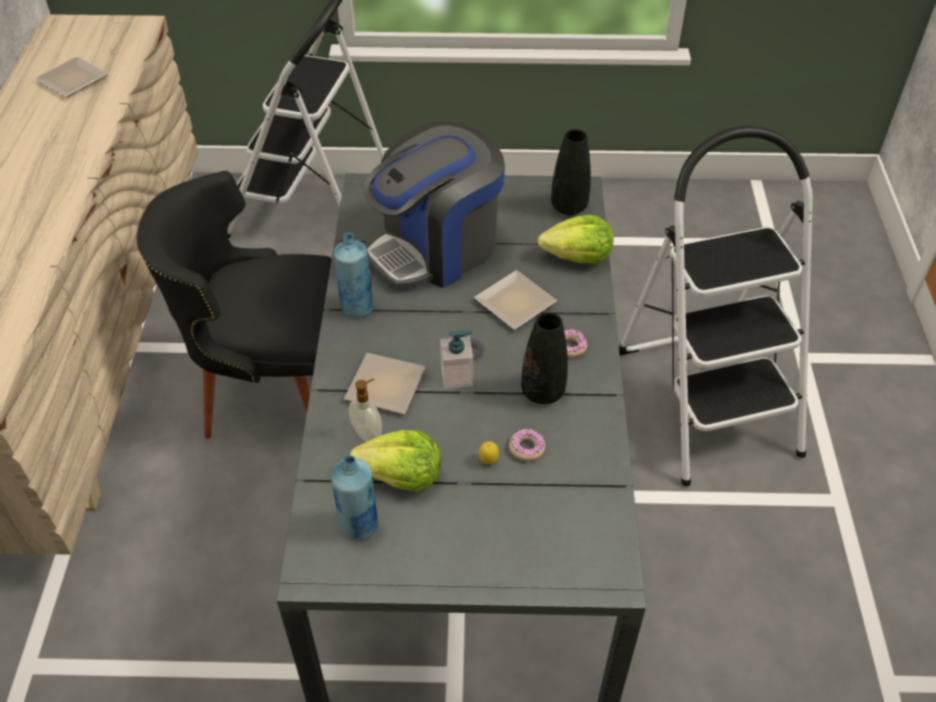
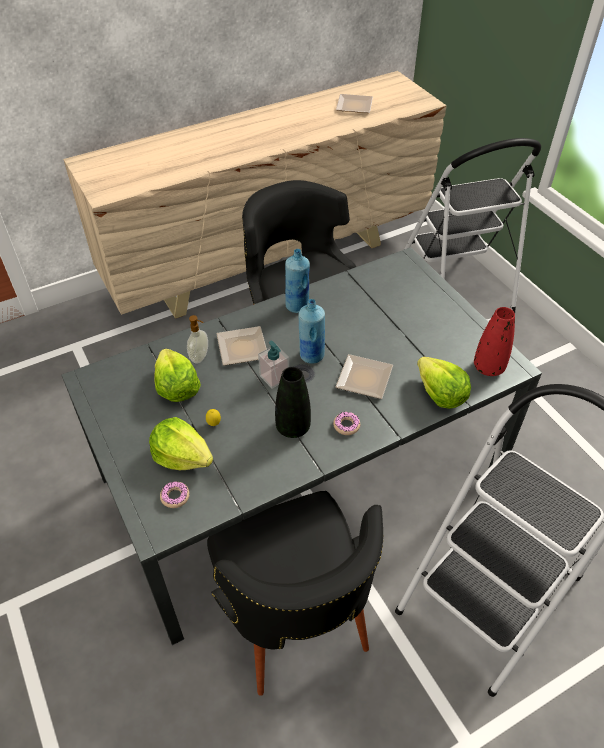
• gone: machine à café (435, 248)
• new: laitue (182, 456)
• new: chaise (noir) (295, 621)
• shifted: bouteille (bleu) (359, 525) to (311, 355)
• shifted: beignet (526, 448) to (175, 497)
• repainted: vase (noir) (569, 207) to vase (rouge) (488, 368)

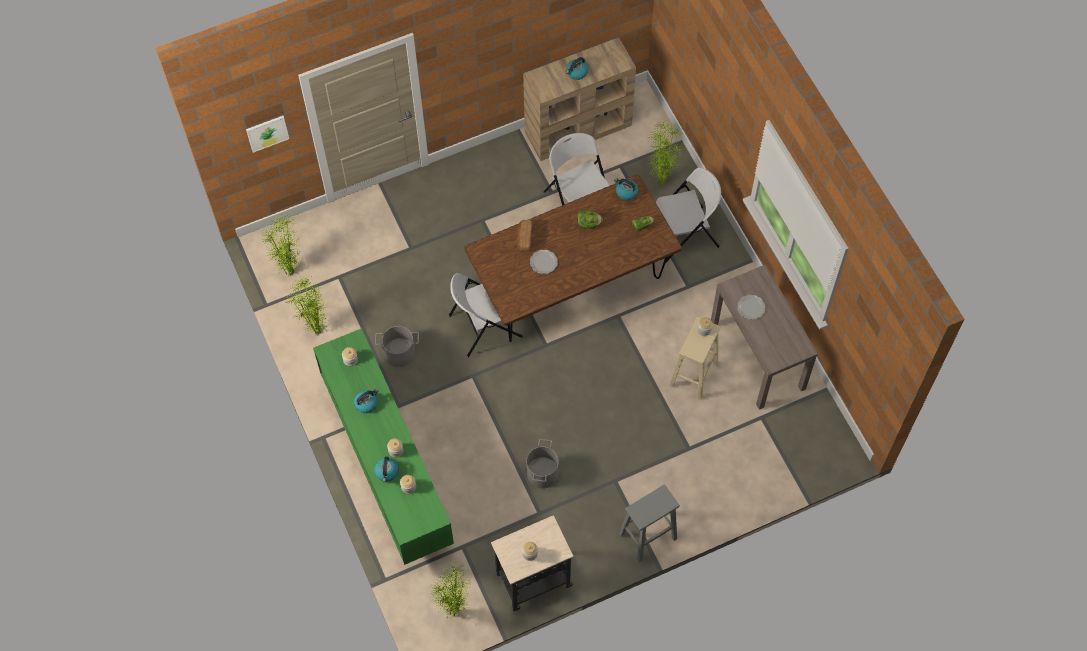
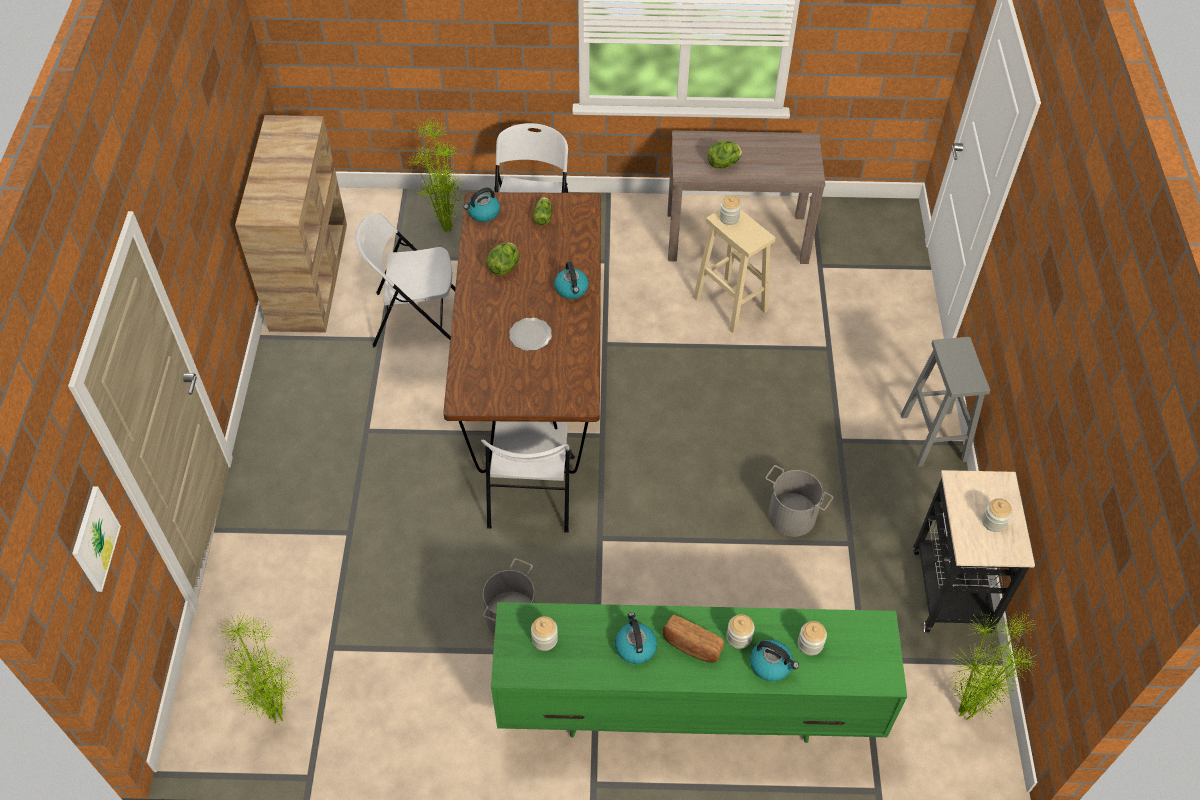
• gone: plante en pot (316, 332)
• shifted: pain (524, 239) to (691, 645)
• shifted: bouilloire (576, 72) to (572, 289)
• swapped: assiette (751, 307) to laitue (724, 164)

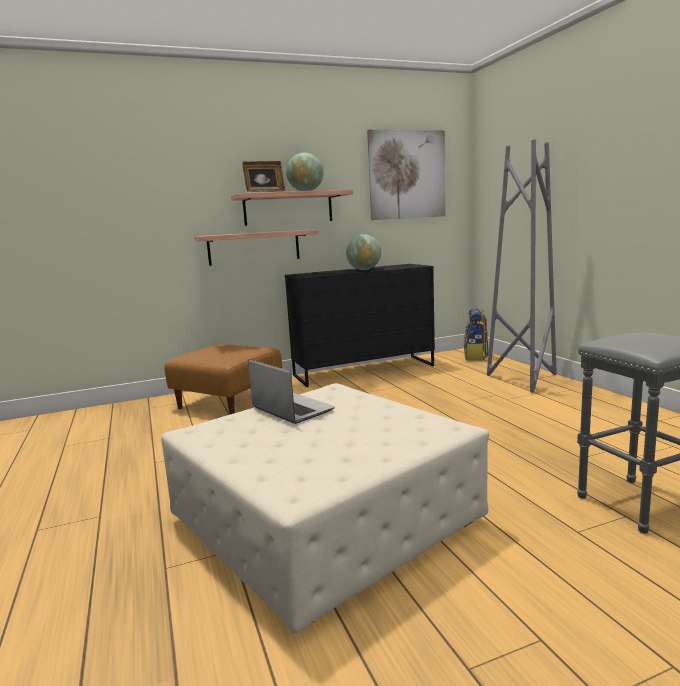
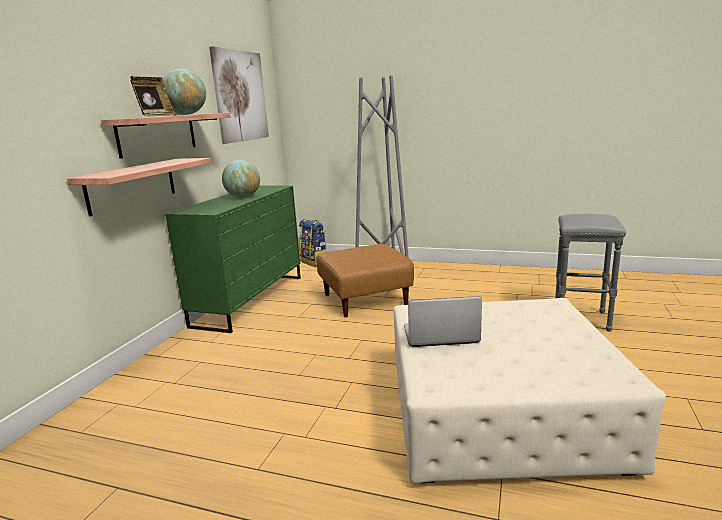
• shifted: pouf (marron) (229, 402) to (365, 299)
• repainted: commode (noir) (363, 370) to commode (vert) (249, 300)

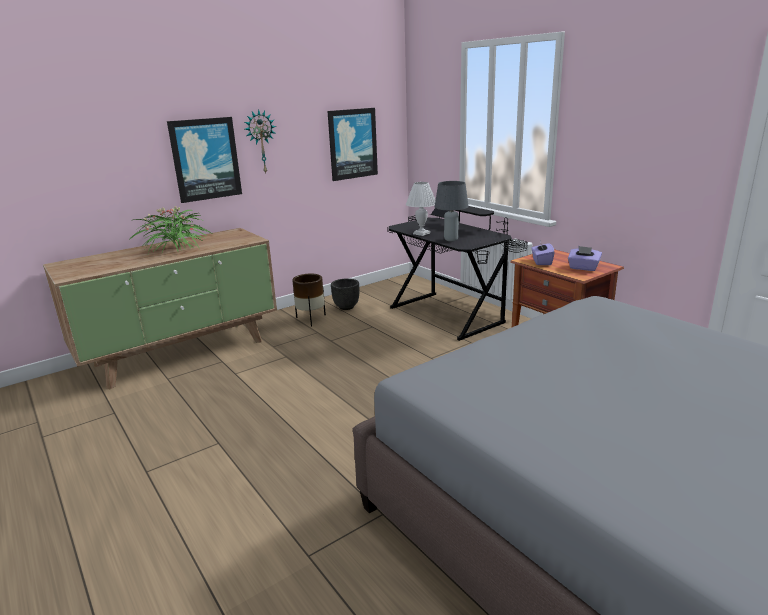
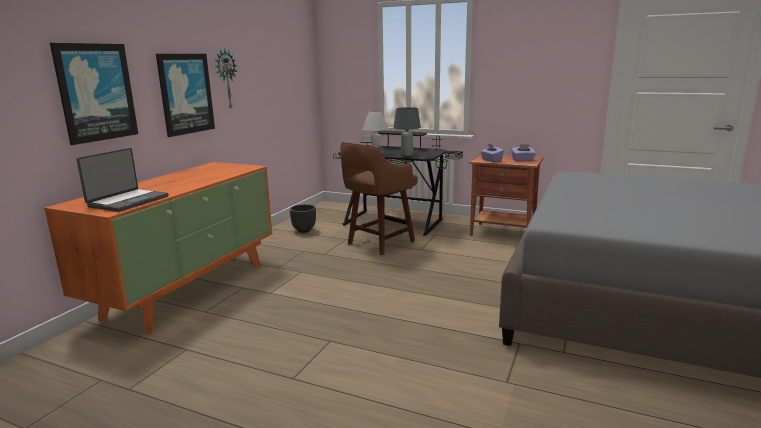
• gone: plante en pot (176, 248)
• gone: cache-pot (marron) (311, 319)
• new: ordinateur portable (127, 201)
• new: tabouret (marron) (379, 243)
• shifted: tableau (352, 144) to (96, 92)
• repainted: commode (vert) (180, 352) to commode (orange) (187, 290)

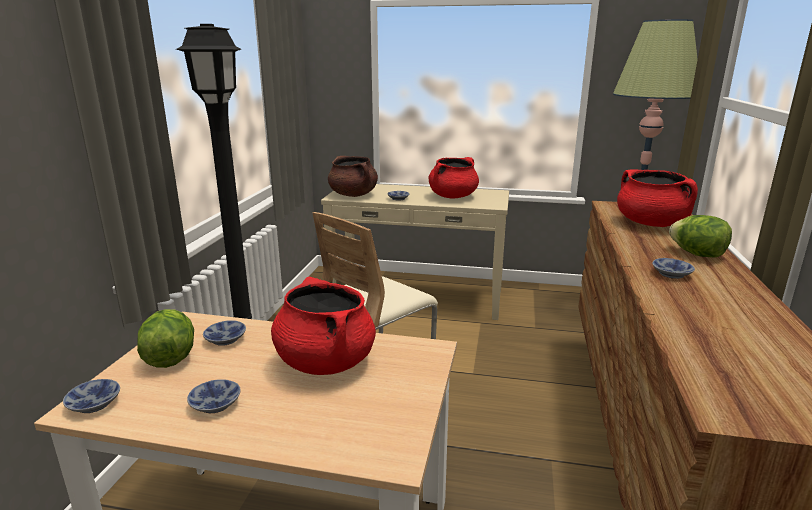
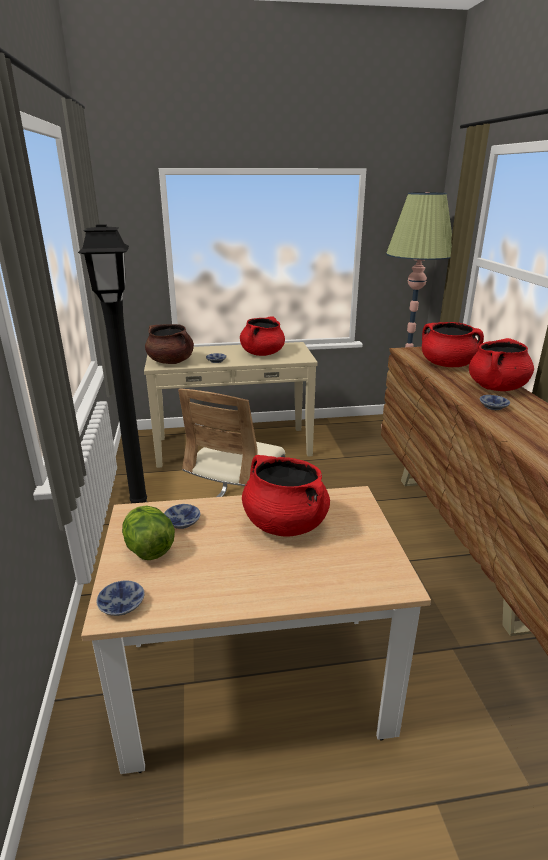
• gone: bol (213, 404)
• swapped: laitue (697, 254) to marmite (rouge) (496, 387)

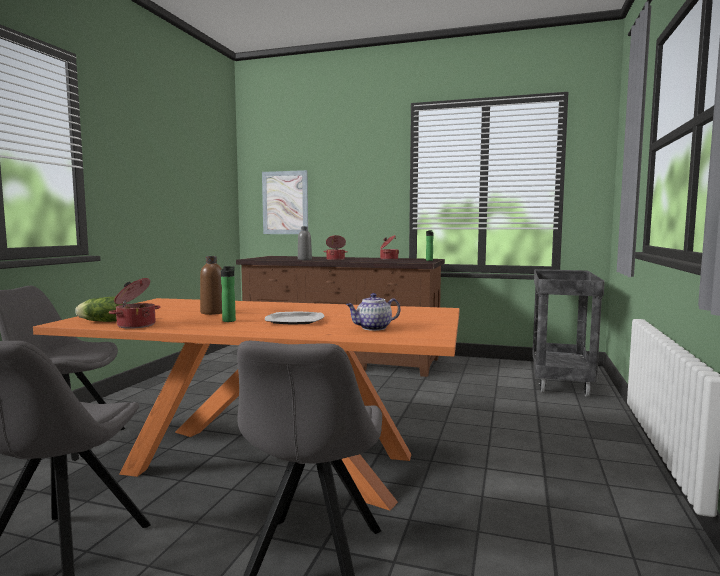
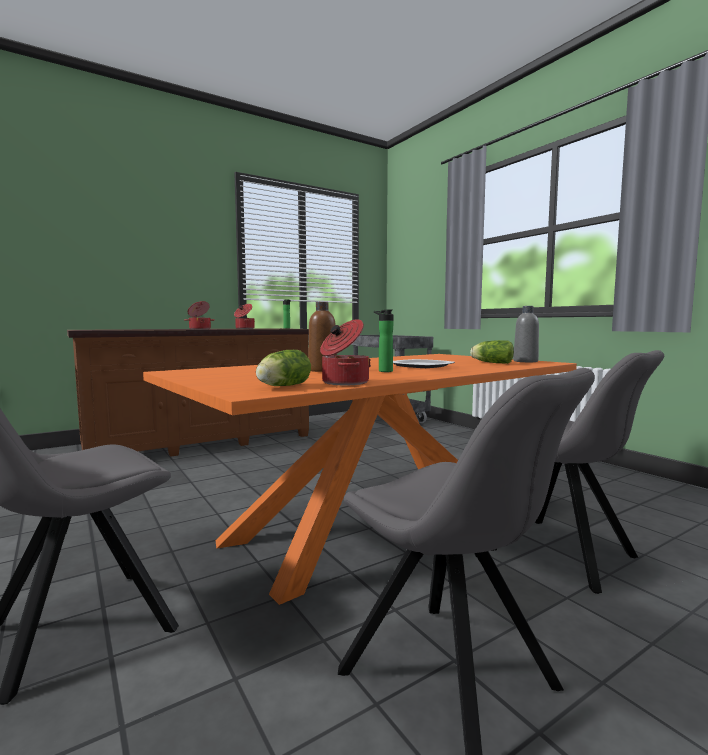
• gone: tableau (285, 202)
• shifted: bouteille (gris) (304, 259) to (525, 361)
• swapped: théière (373, 328) to laitue (491, 363)

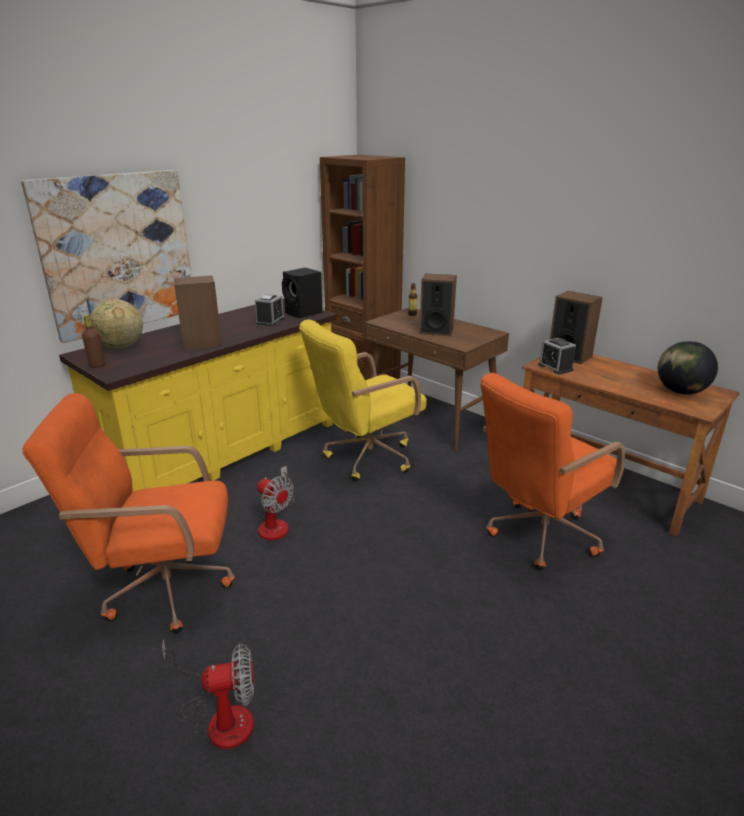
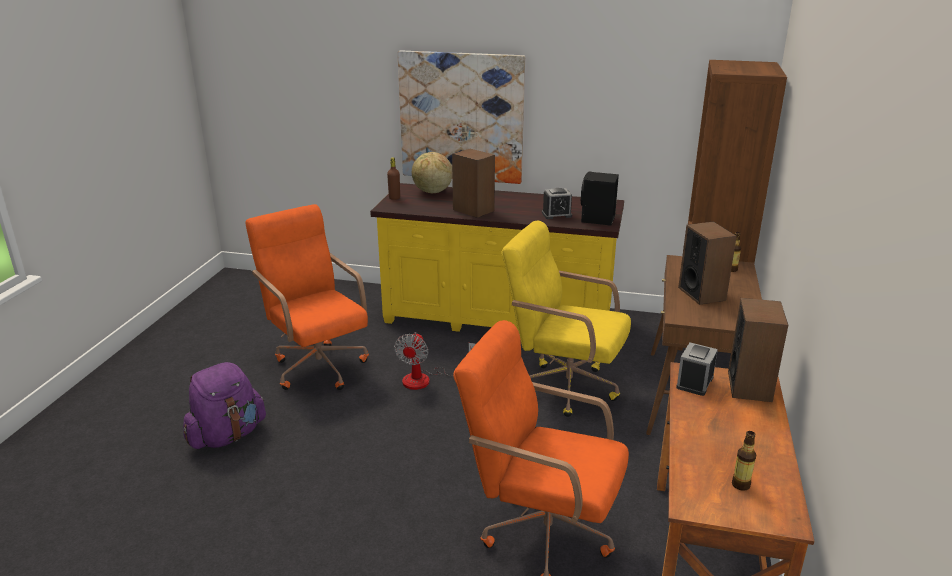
• swapped: ventilateur (220, 717) to sac à dos (violet) (227, 435)
• swapped: globe (681, 392) to bouteille (740, 485)

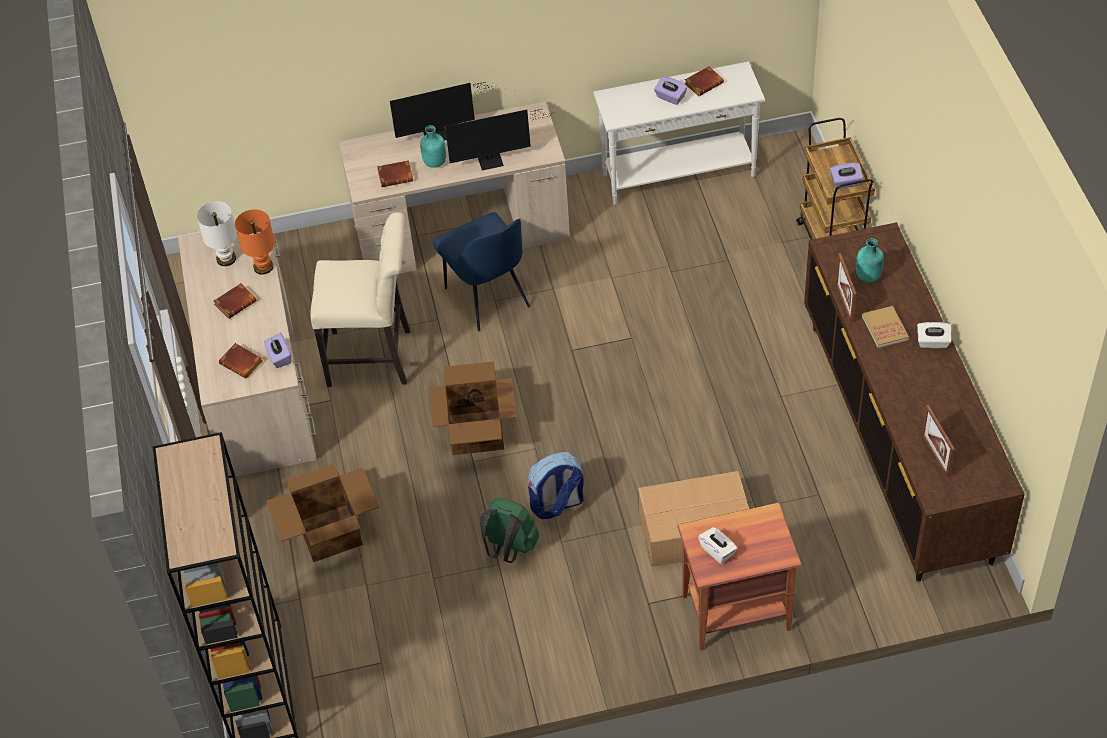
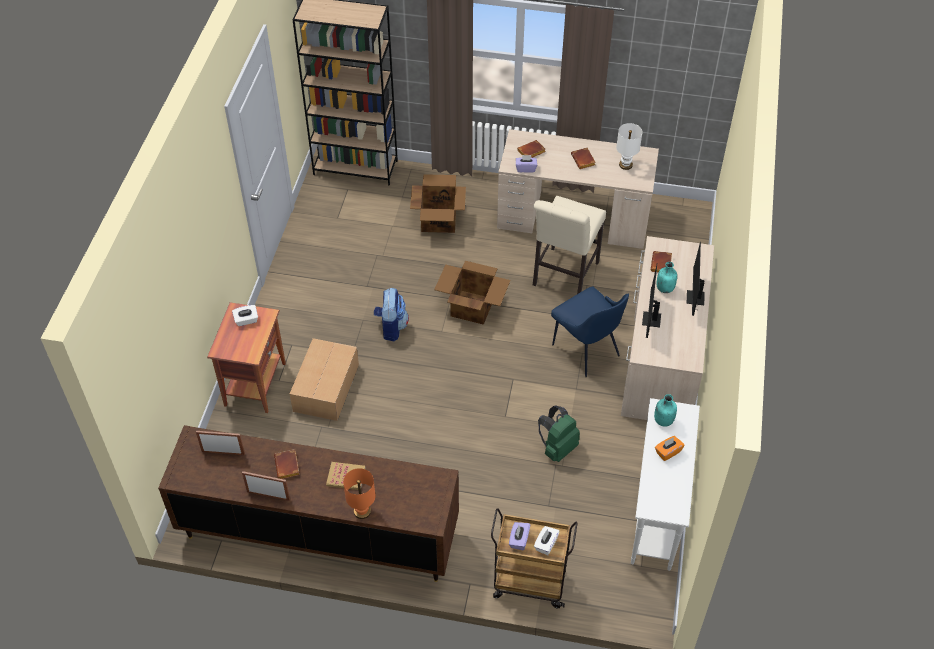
• shifted: lampe de table (orange) (264, 267) to (362, 512)
• shifted: sac à dos (vert) (509, 548) to (557, 448)
• shifted: livre (marron) (704, 83) to (288, 466)
• shifted: cadre photo (844, 302) to (268, 495)
• shifted: bouteille (turquoise) (868, 276) to (663, 420)
• shifted: boîte à mouchoirs (blanc) (932, 342) to (546, 544)
• repainted: boîte à mouchoirs (violet) (670, 97) to boîte à mouchoirs (orange) (668, 452)
• rotated: chaise (bleu) (488, 297) = (586, 350) 120 degrees counterclockwise

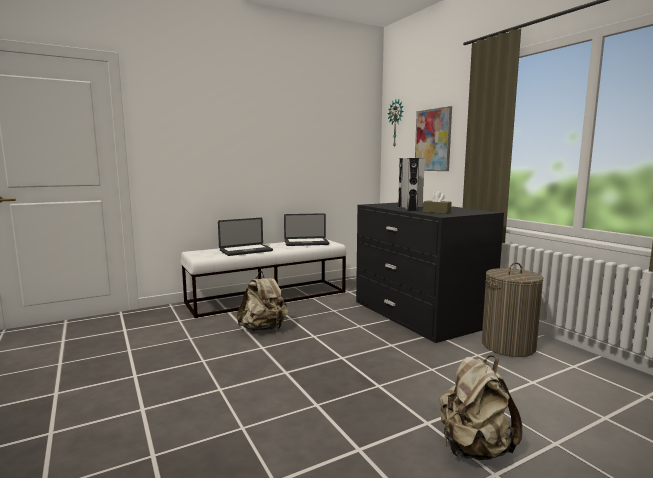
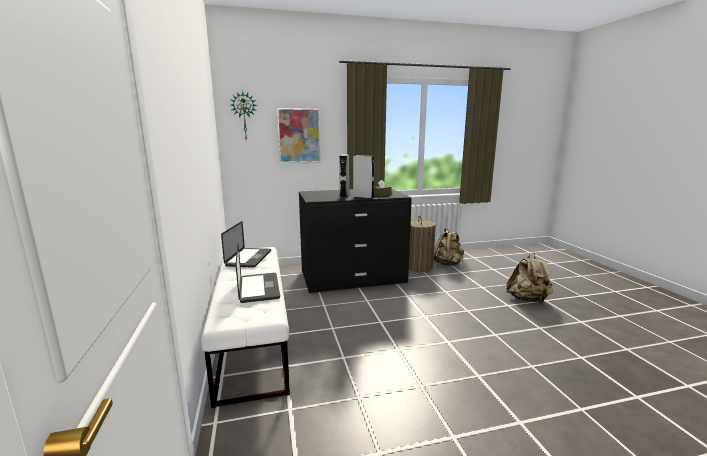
• shifted: sac à dos (beige) (263, 329) to (448, 264)

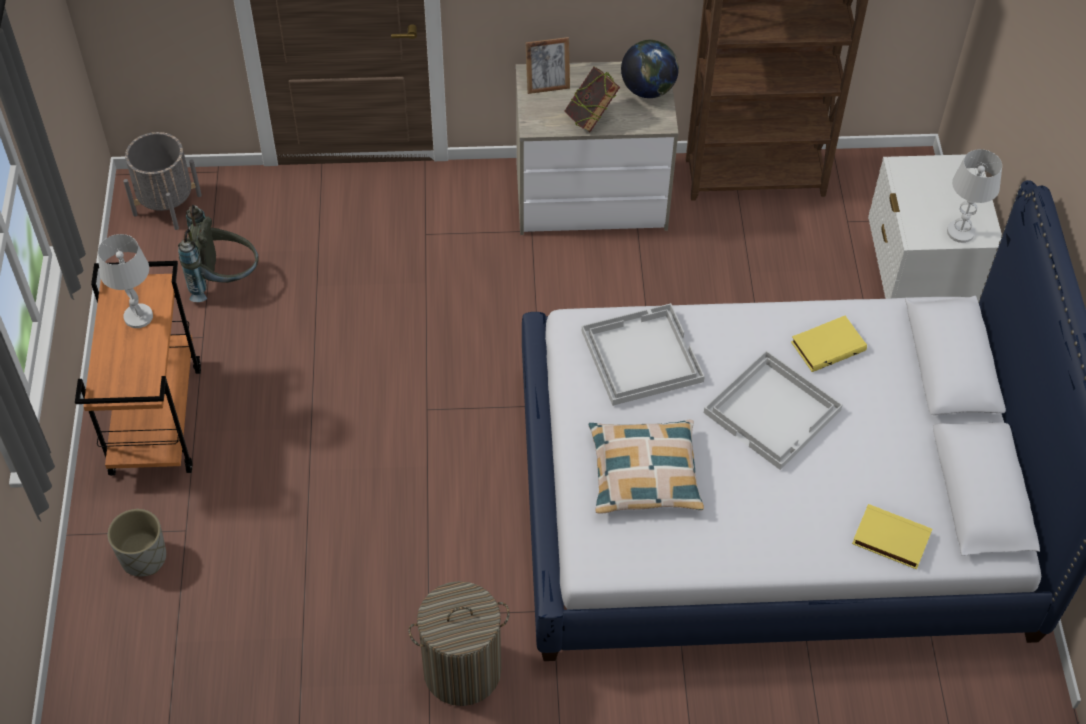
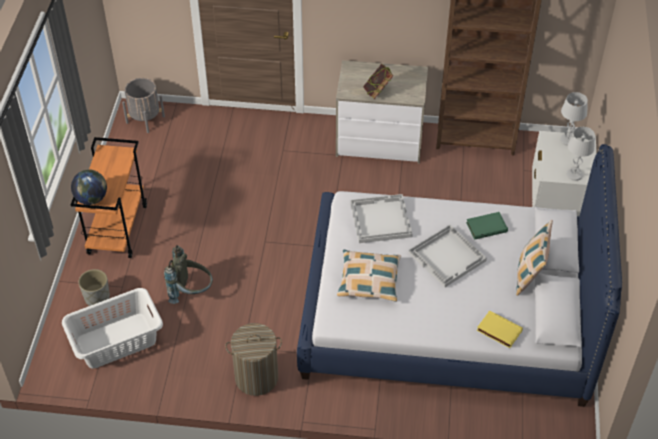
• gone: cadre photo (547, 86)
• new: panier à linge (blanc) (116, 340)
• new: coussin (529, 275)
• shifted: lampe de table (blanc) (138, 316) to (568, 140)
• shifted: sac à dos (gris) (225, 281) to (191, 292)
• shifted: globe (648, 90) to (91, 199)
• repainted: livre (jaune) (827, 345) to livre (vert) (486, 226)

